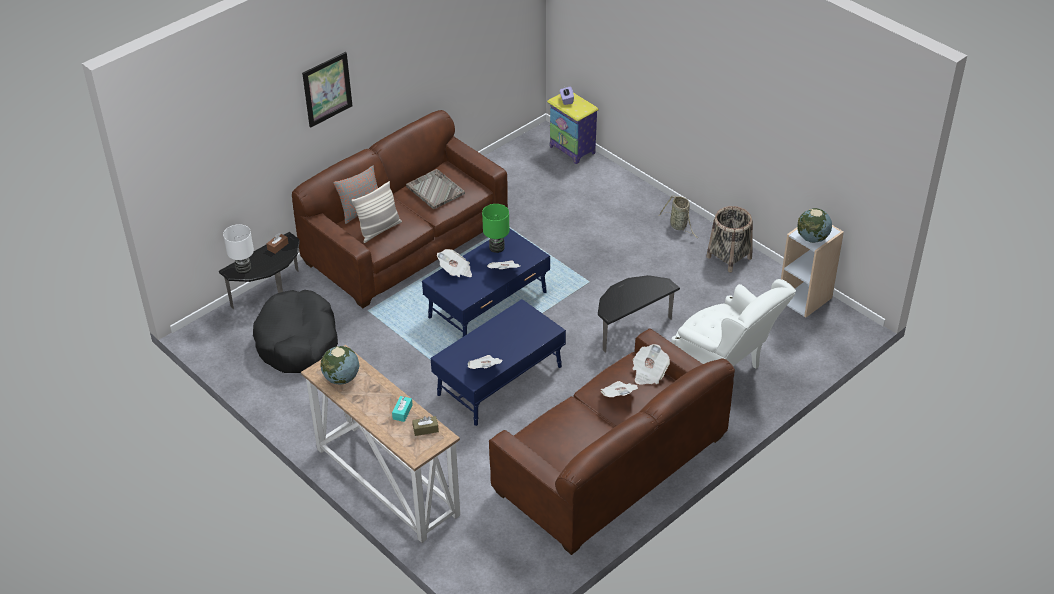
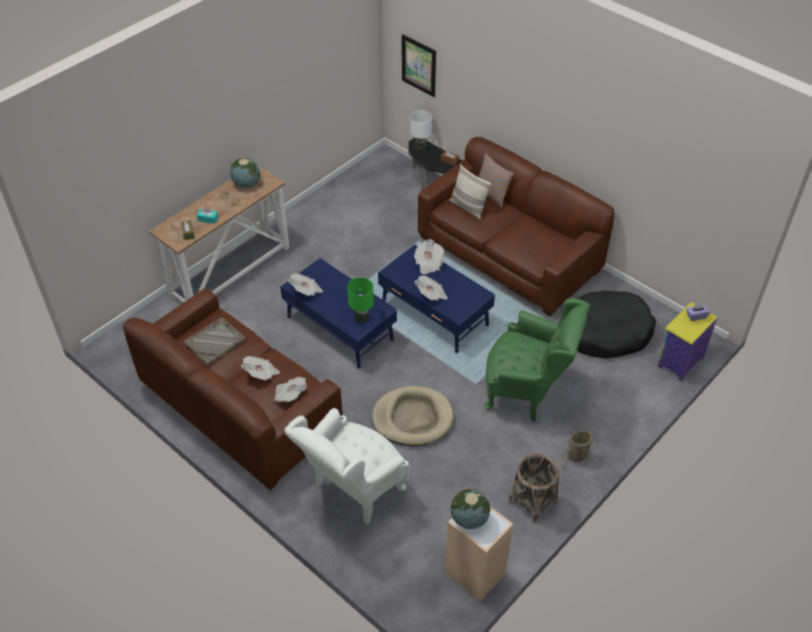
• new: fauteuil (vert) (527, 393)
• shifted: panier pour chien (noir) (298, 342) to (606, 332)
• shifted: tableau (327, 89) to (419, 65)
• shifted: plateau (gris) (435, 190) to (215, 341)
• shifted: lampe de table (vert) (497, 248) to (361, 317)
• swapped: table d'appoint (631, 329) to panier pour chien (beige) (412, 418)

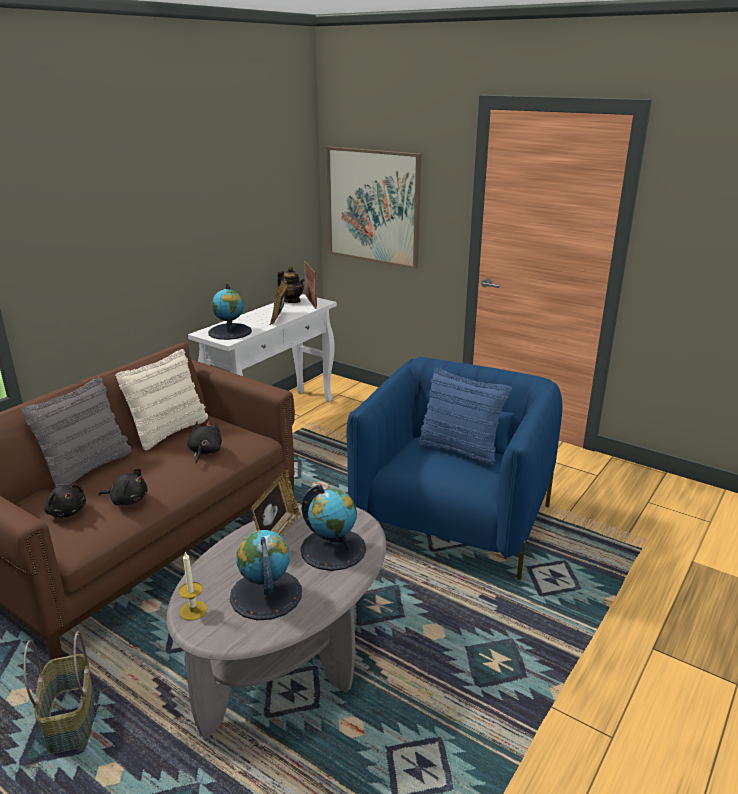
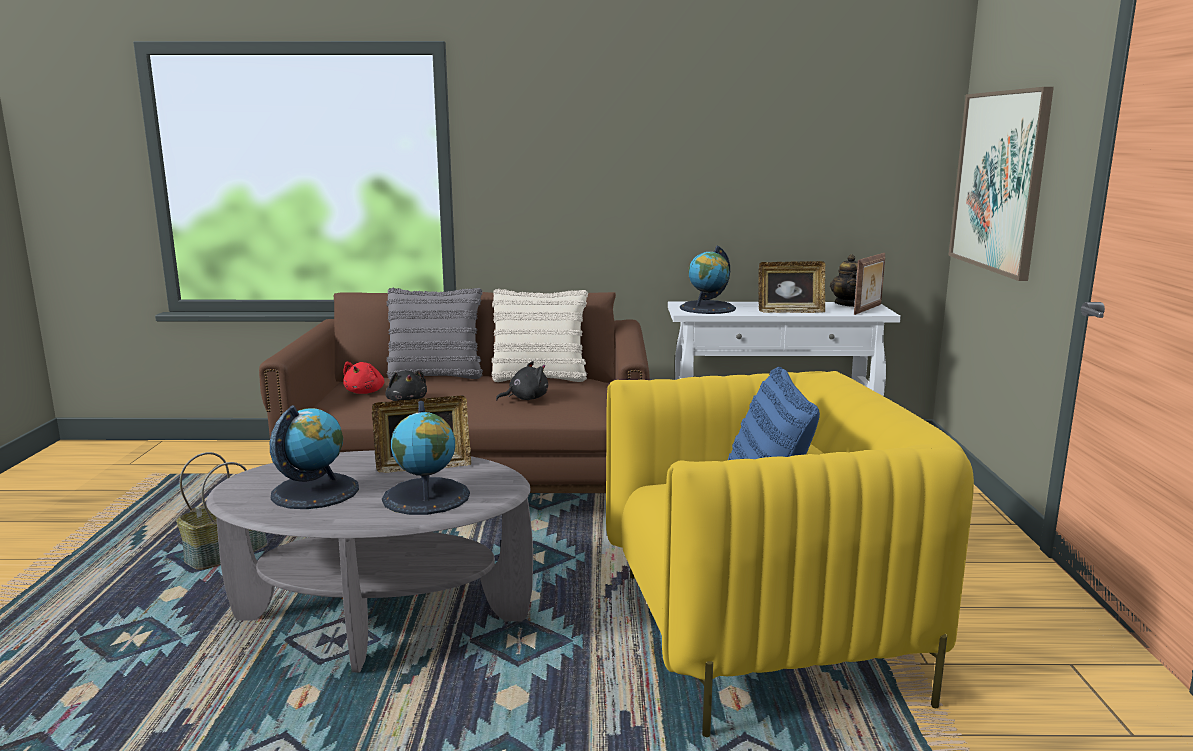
• gone: bougie (193, 610)
• repainted: peluche (noir) (67, 511) to peluche (rouge) (365, 392)
• repainted: fauteuil (bleu) (454, 520) to fauteuil (jaune) (764, 634)
• rotated: cadre photo (279, 318) = (790, 311) 150 degrees counterclockwise

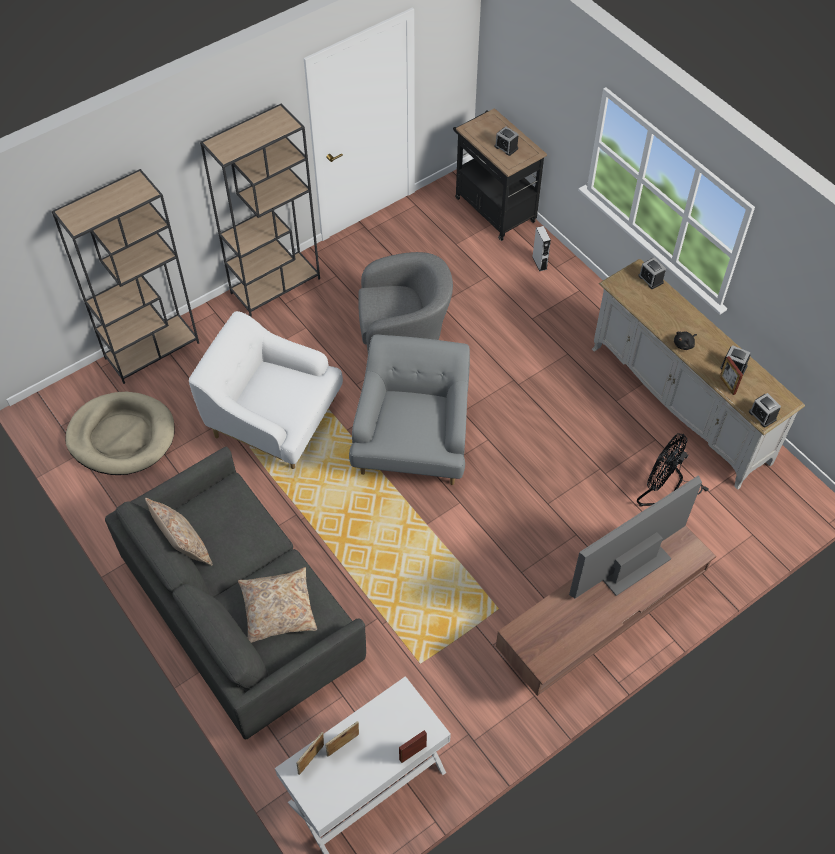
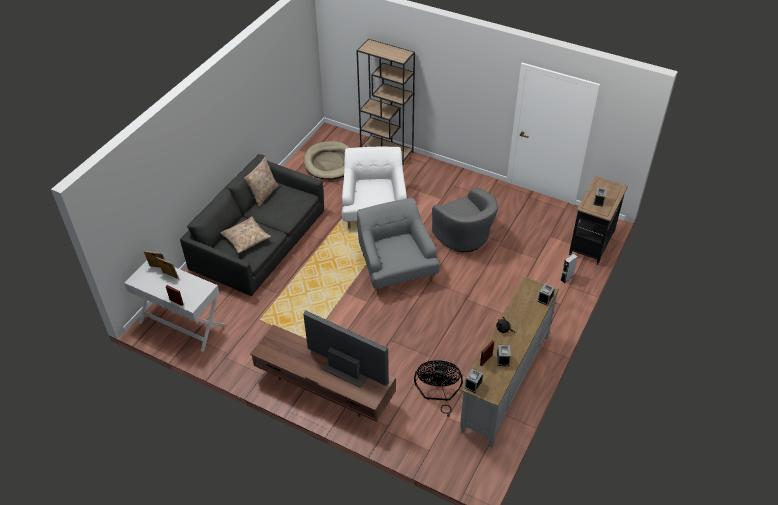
• gone: bibliothèque (275, 285)
• rotated: fauteuil (gris) (413, 440) = (396, 268) 90 degrees counterclockwise

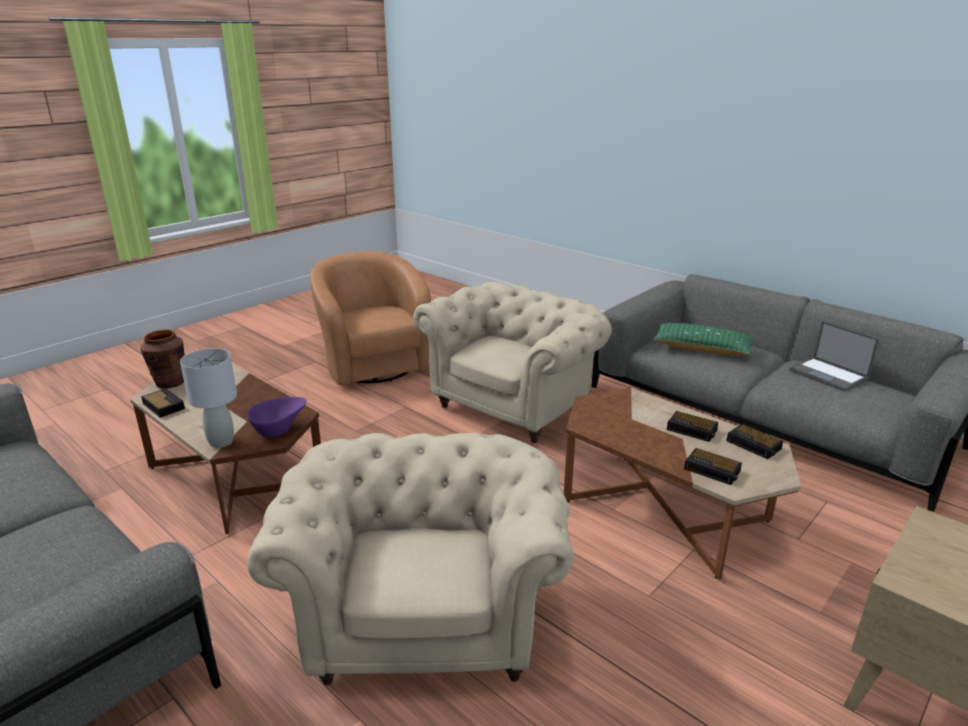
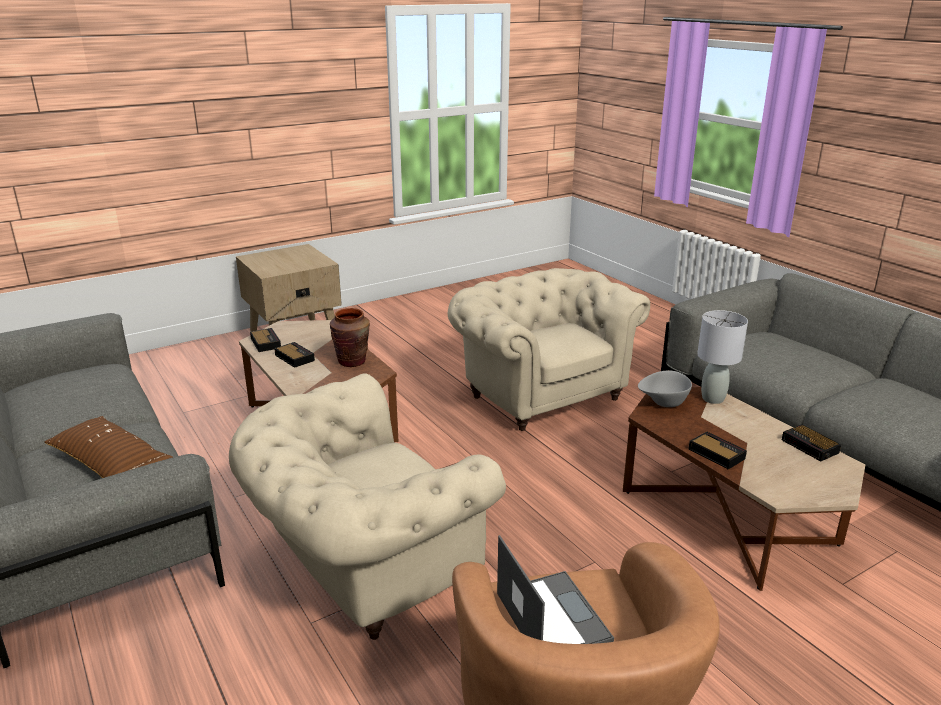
• shifted: vase (marron) (170, 383) to (352, 361)
• shifted: réveil (713, 470) to (715, 453)
• shifted: ordinateur portable (829, 375) to (551, 616)
• repainted: bol (violet) (279, 430) to bol (gris) (662, 403)
• repainted: coussin (vert) (702, 348) to coussin (marron) (110, 463)
• rotated: fauteuil (beige) (424, 617) = (538, 393) 135 degrees clockwise

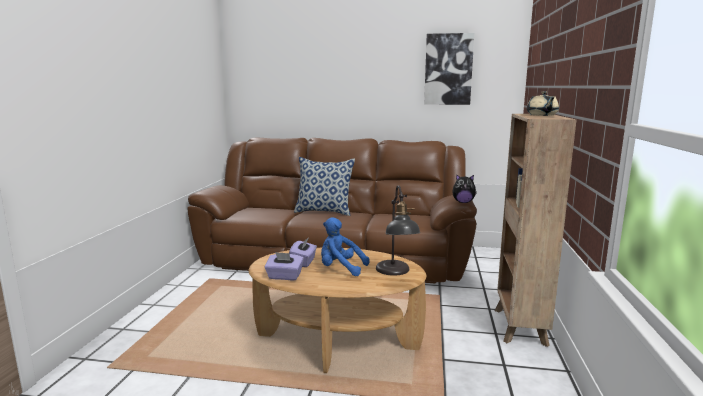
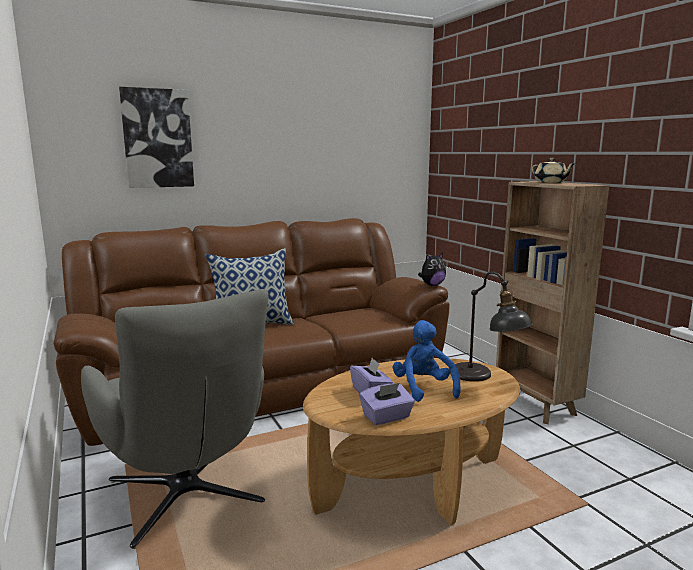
• new: fauteuil (gris) (185, 494)
• shifted: tableau (448, 69) to (157, 138)
• rotated: peluche (bleu) (340, 268) = (424, 388) 90 degrees clockwise

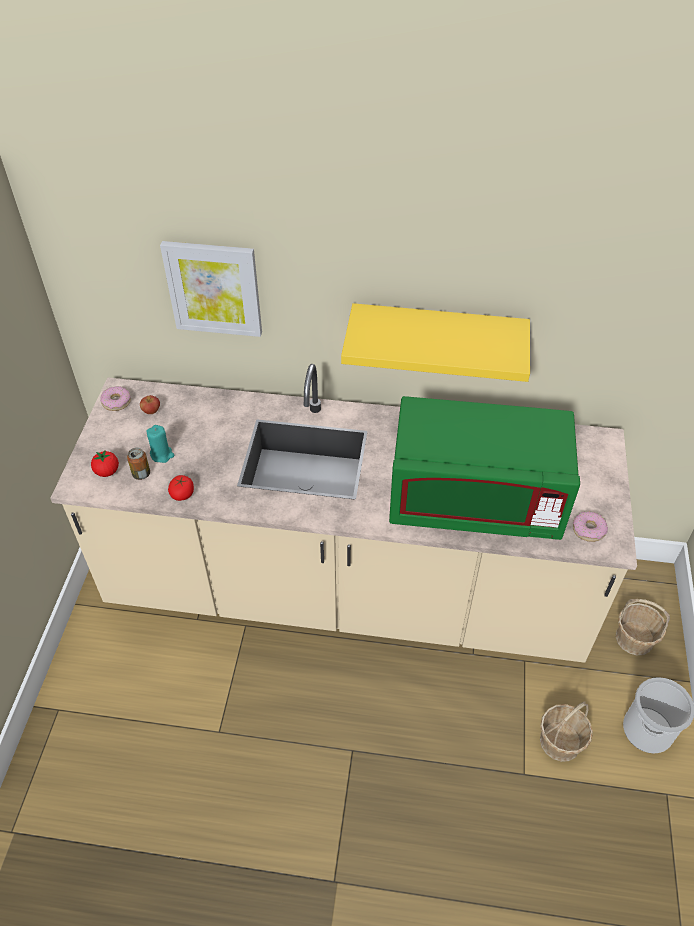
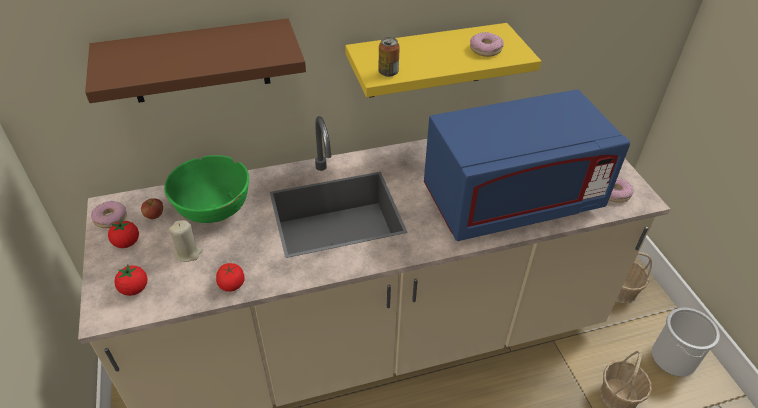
• new: tomate (127, 243)
• new: bol (vert) (213, 208)
• new: beignet (485, 49)
• shifted: boîte métallique (141, 474) to (388, 72)
• swapped: tableau (214, 288) to étagère (marron) (199, 62)
• repainted: bougie (turquoise) (162, 454) to bougie (beige) (188, 253)
• repainted: micro-ondes (vert) (475, 501) to micro-ondes (bleu) (511, 200)

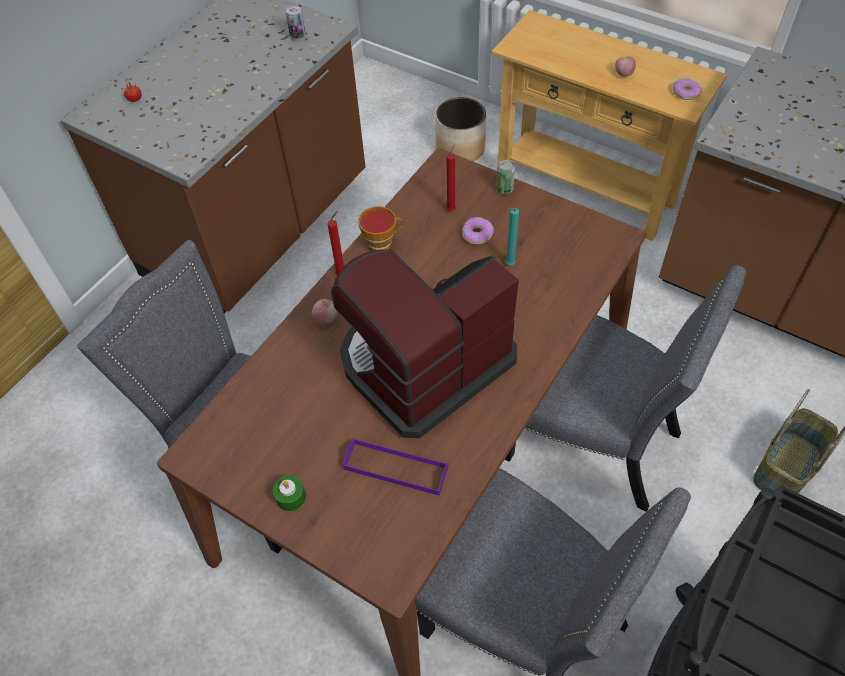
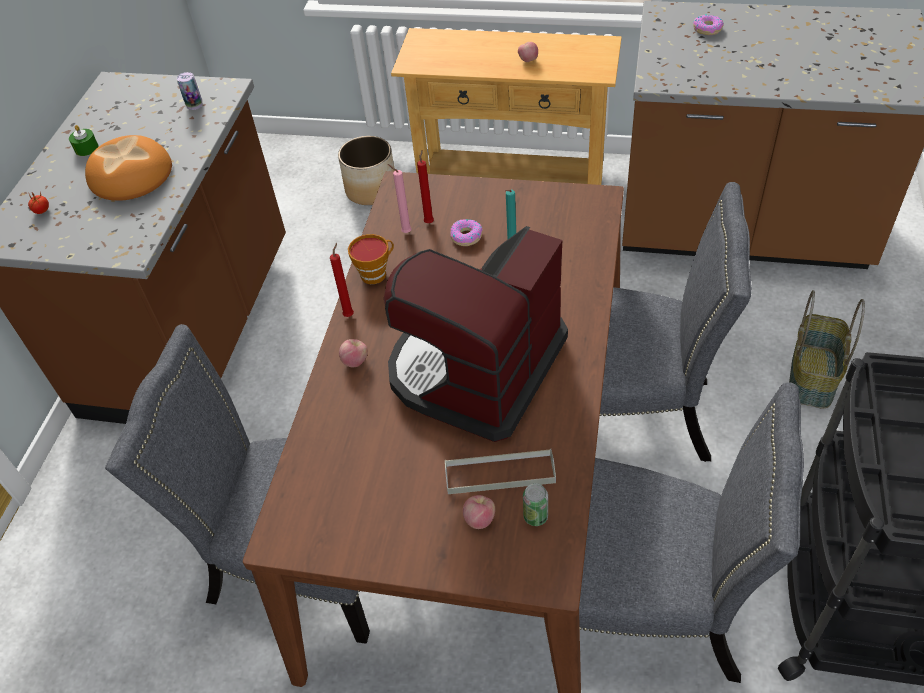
• new: pain (131, 175)
• new: bougie (rose) (405, 232)
• new: pomme (479, 519)
• shifted: bougie (vert) (291, 497) to (86, 148)
• shifted: boîte métallique (504, 189) to (535, 516)
• shifted: beignet (685, 92) to (707, 29)
• repainted: plateau (violet) (395, 468) to plateau (gris) (500, 474)

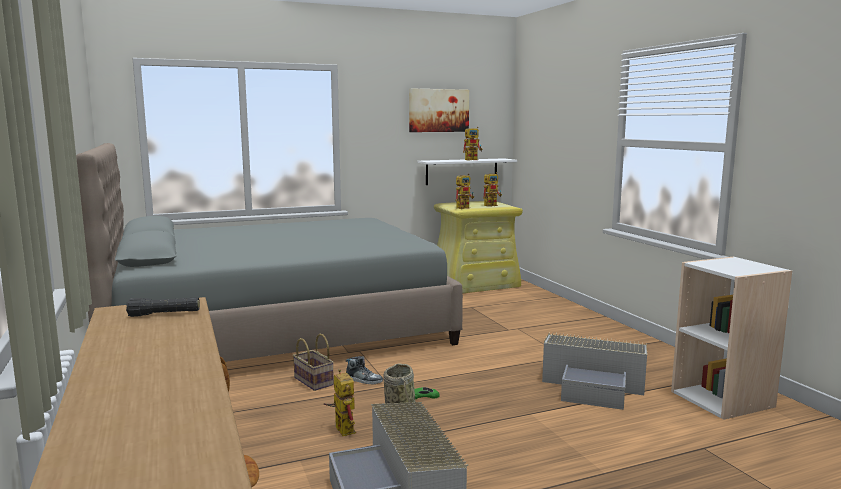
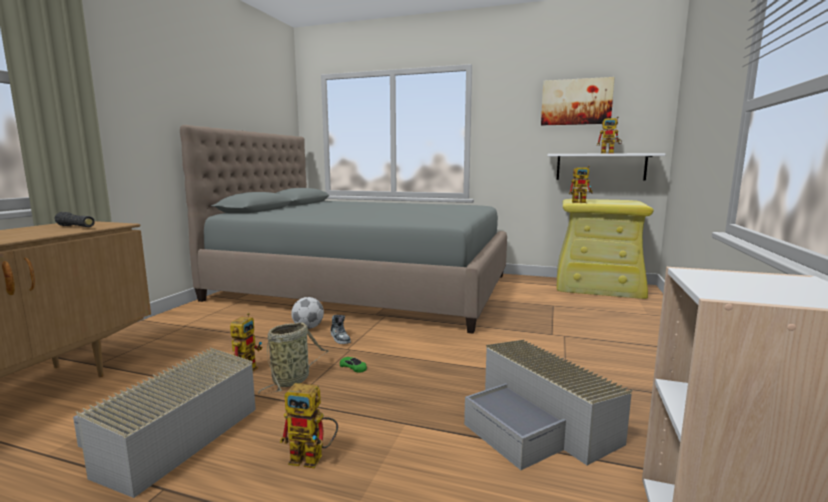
• shifted: robot jouet (492, 205) to (313, 458)
• swapped: panier (312, 381) to ballon de foot (308, 327)

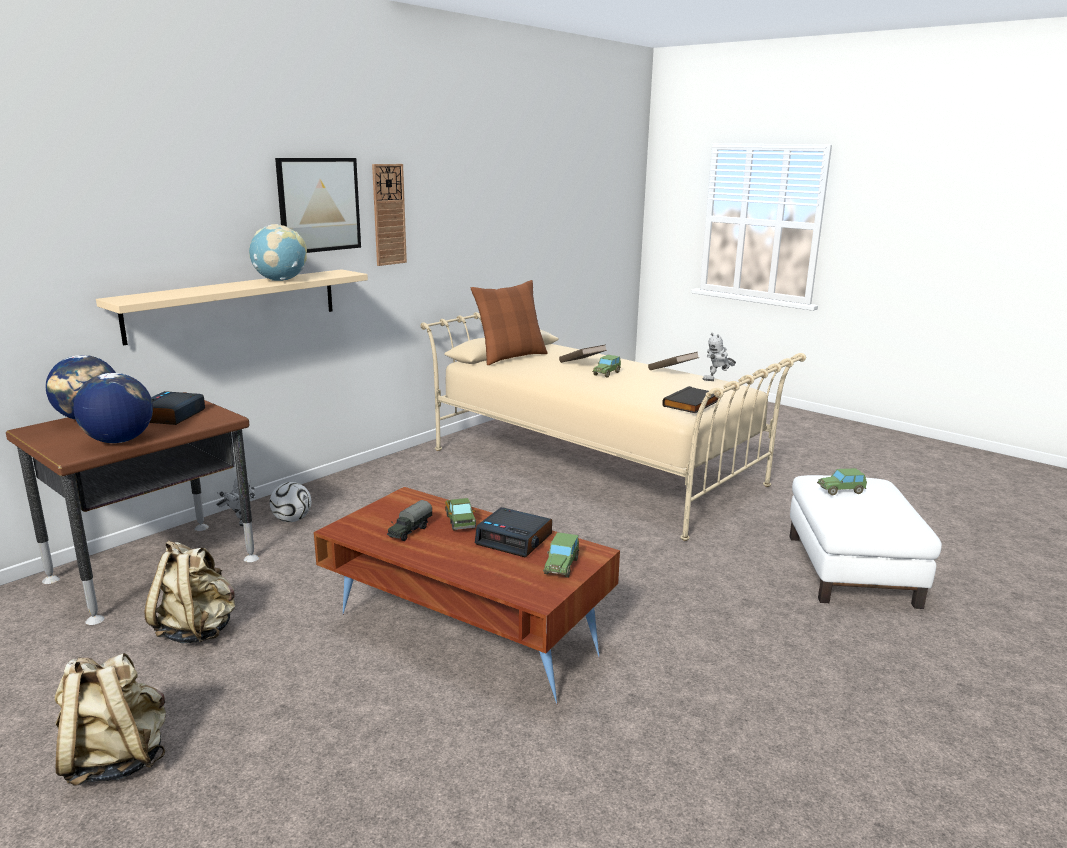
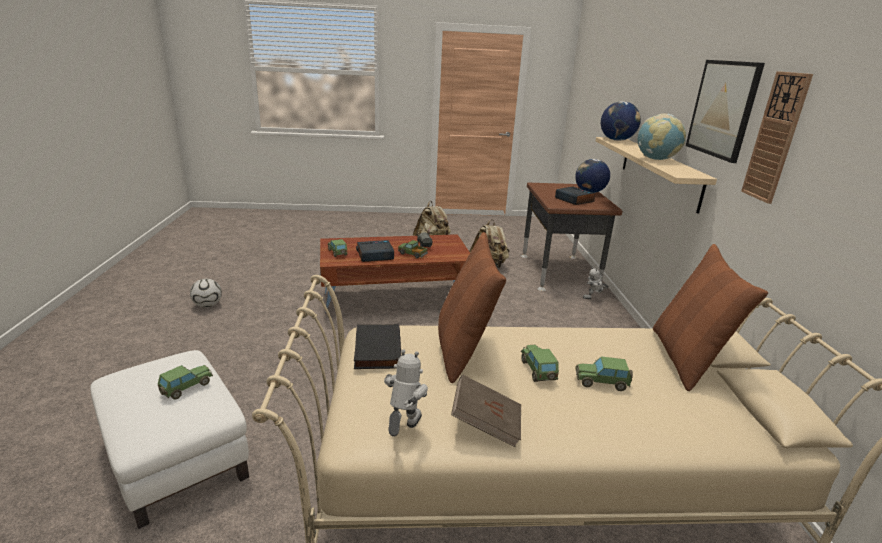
• new: coussin (marron) (463, 349)
• shifted: globe (119, 441) to (617, 140)
• shifted: ballon de foot (292, 520) to (208, 305)
• swapped: livre (marron) (582, 364) to petite voiture (602, 382)

